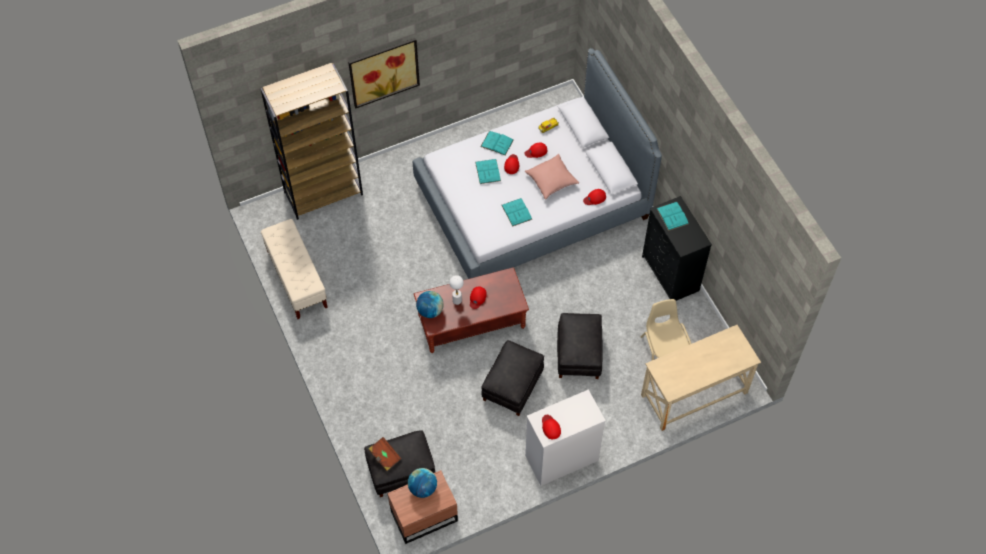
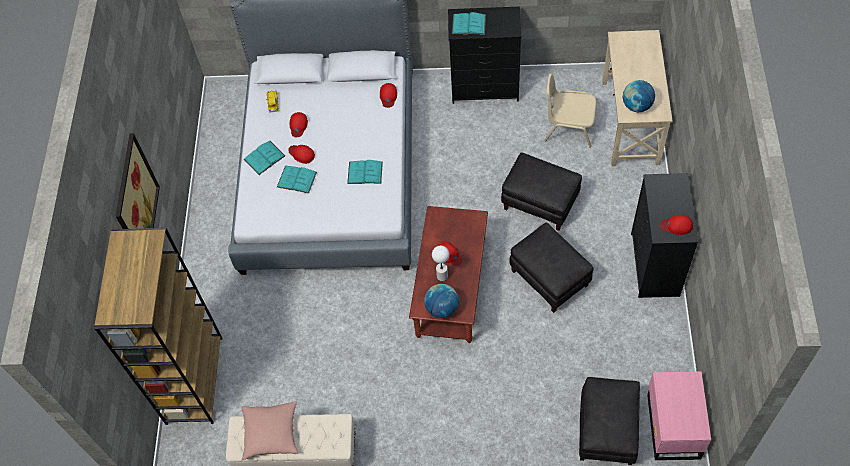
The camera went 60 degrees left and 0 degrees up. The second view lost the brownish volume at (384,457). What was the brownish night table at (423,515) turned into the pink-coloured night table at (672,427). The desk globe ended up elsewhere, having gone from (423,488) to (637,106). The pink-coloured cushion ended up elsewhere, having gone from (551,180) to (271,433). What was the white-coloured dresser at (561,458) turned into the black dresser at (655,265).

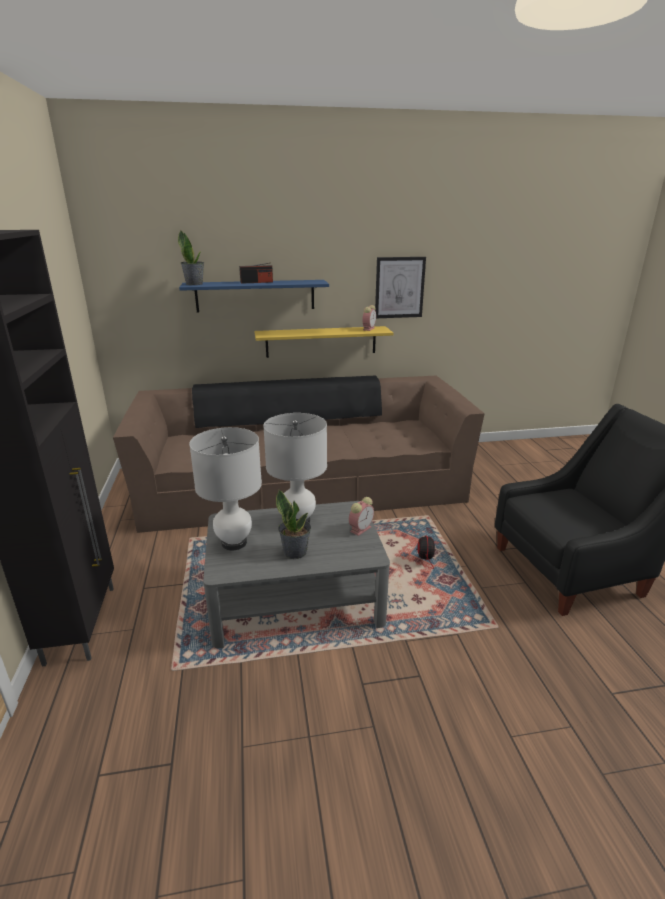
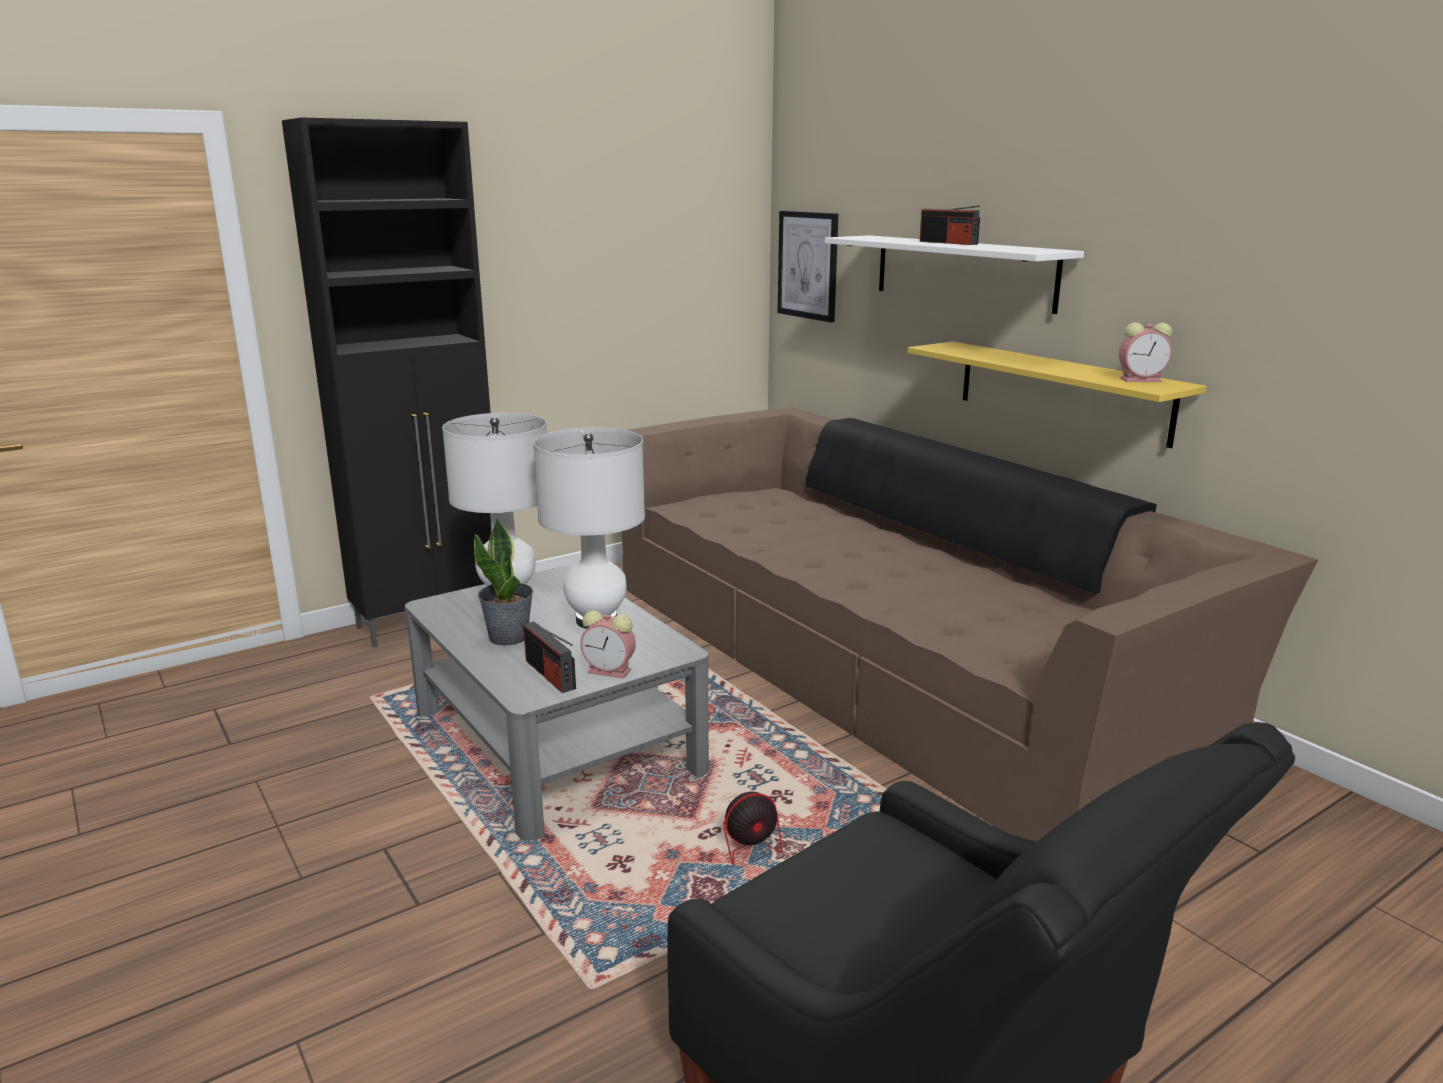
The camera went 65 degrees right and 5 degrees down. The second view lost the houseplant at (194,284). What was the blue-coloured shelf at (255,295) turned into the white-coloured shelf at (963,272). The picture ended up elsewhere, having gone from (399,287) to (808,265). The second view gained the radio receiver at (550,674).

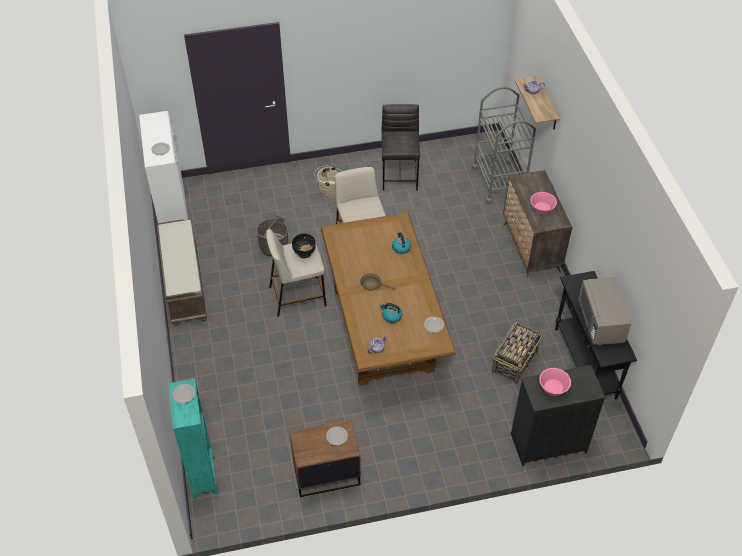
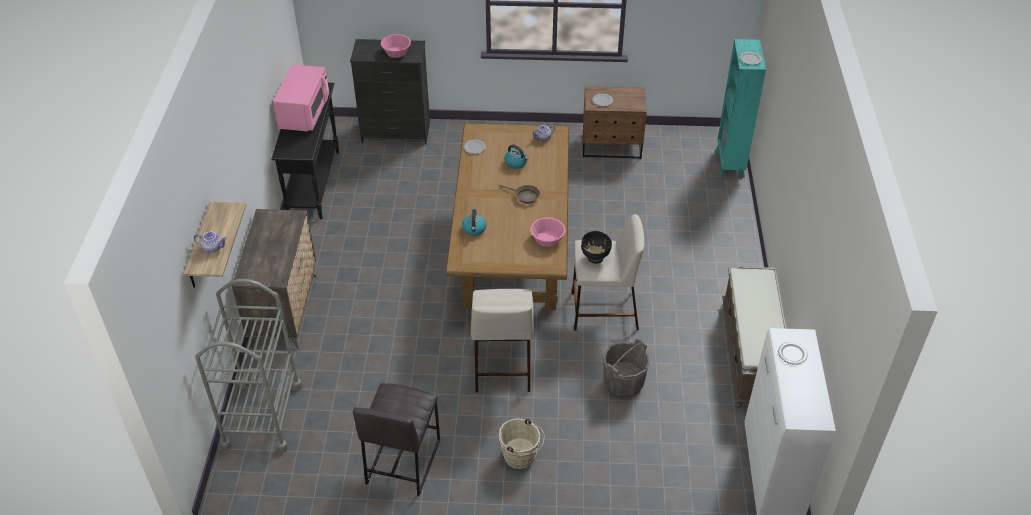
The camera went 165 degrees left and 5 degrees down. The second view lost the basket at (515,361). The pink-coloured deep dish ended up elsewhere, having gone from (542,208) to (547,238). What was the grey kitchen microwave at (600,322) turned into the pink-coloured kitchen microwave at (304,113).

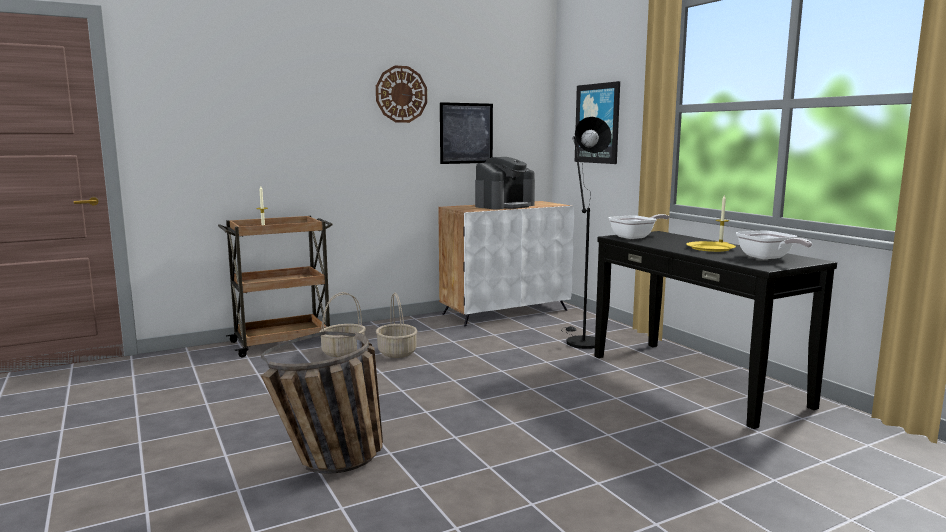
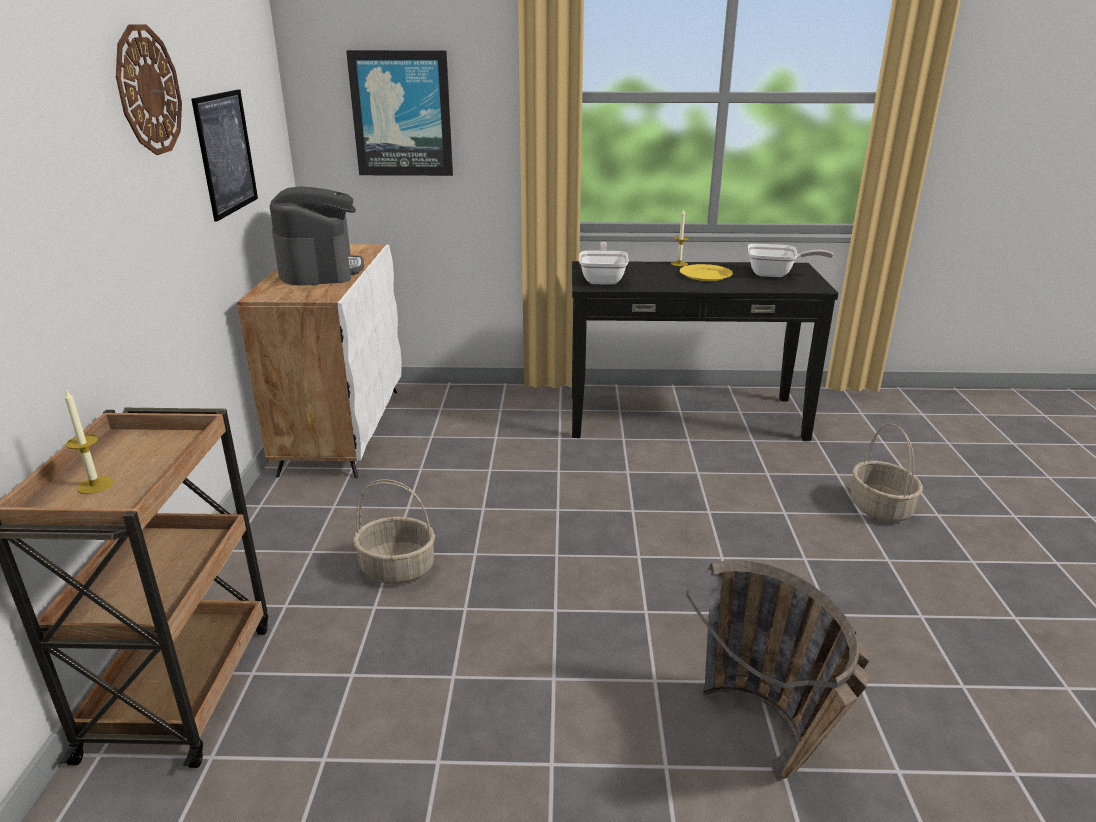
The camera went 60 degrees left and 15 degrees up. The basket ended up elsewhere, having gone from (343,352) to (879,508). The second view lost the black floor lamp at (580,341).

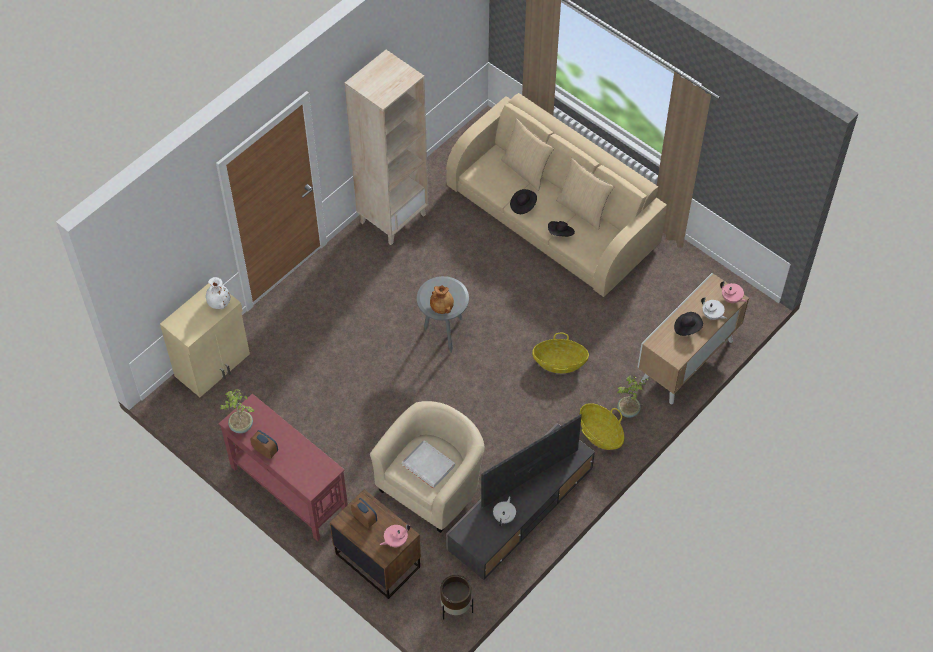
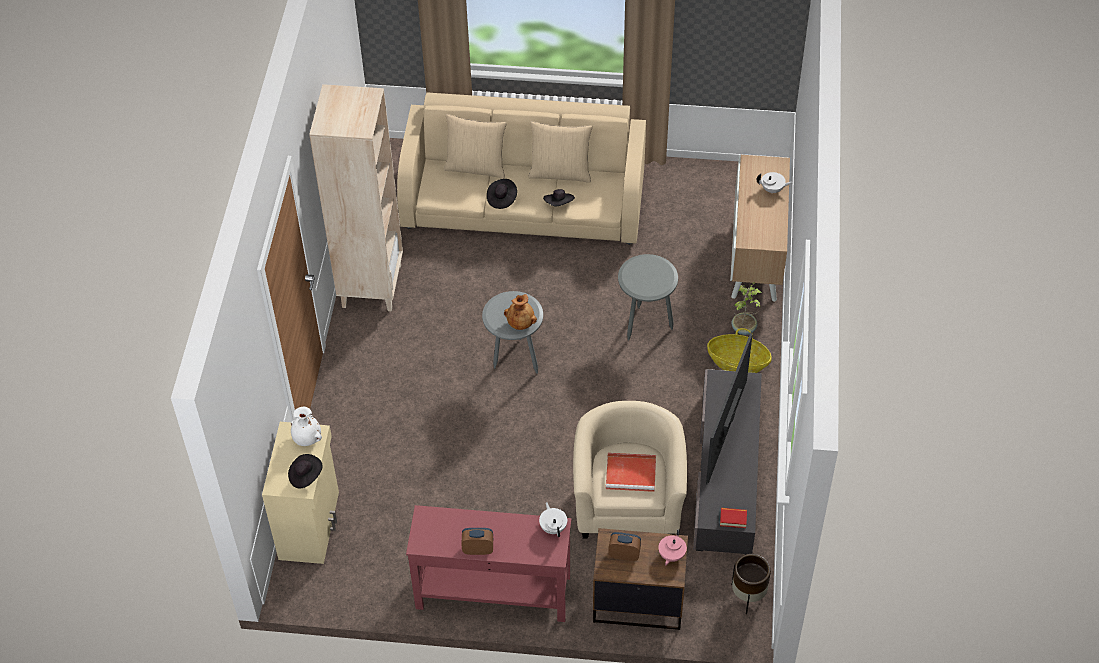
The camera went 35 degrees left and 5 degrees down. The second view lost the houseplant at (241,426). What was the white-coloured carrying tray at (429,465) turned into the reddish carrying tray at (632,473). The white-coloured teapot ended up elsewhere, having gone from (504,516) to (553,527). Where the basket stood at (559,362), the grey side table came to stand at (645,324). The black wearable hat ended up elsewhere, having gone from (687,328) to (305,476). The second view lost the pink-coloured teapot at (731,299). The second view gained the volume at (733,519).

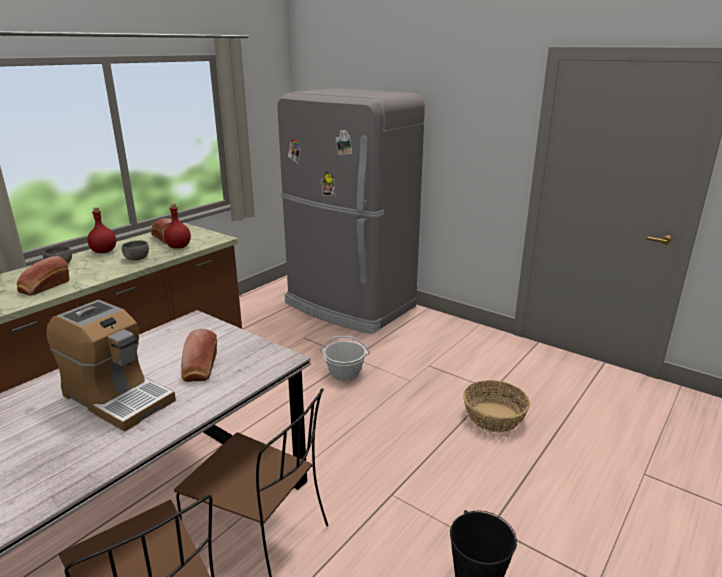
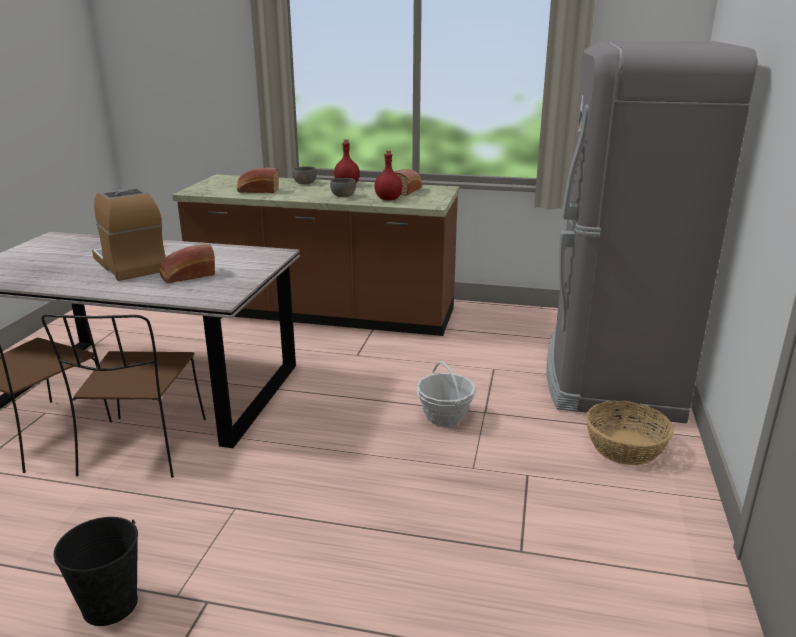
The camera went 65 degrees right and 0 degrees up. The coffee brewer at (117,397) ended up facing another way, 135 degrees clockwise from before. The basket ended up elsewhere, having gone from (493,417) to (624,447).

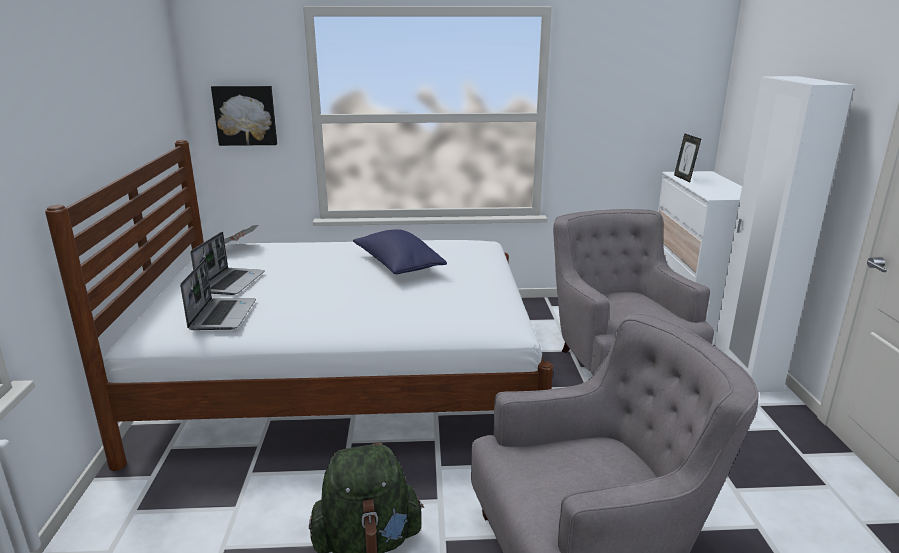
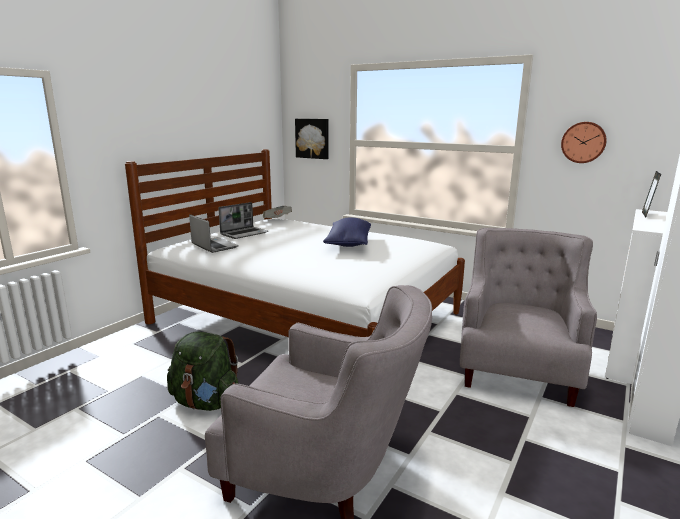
The camera went 35 degrees right and 5 degrees down. The portable computer at (222,315) ended up facing another way, 75 degrees counterclockwise from before. The second view gained the hanging clock at (583,142).

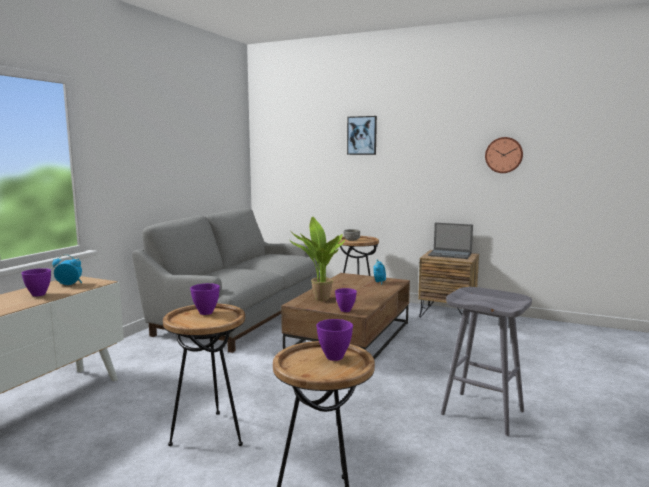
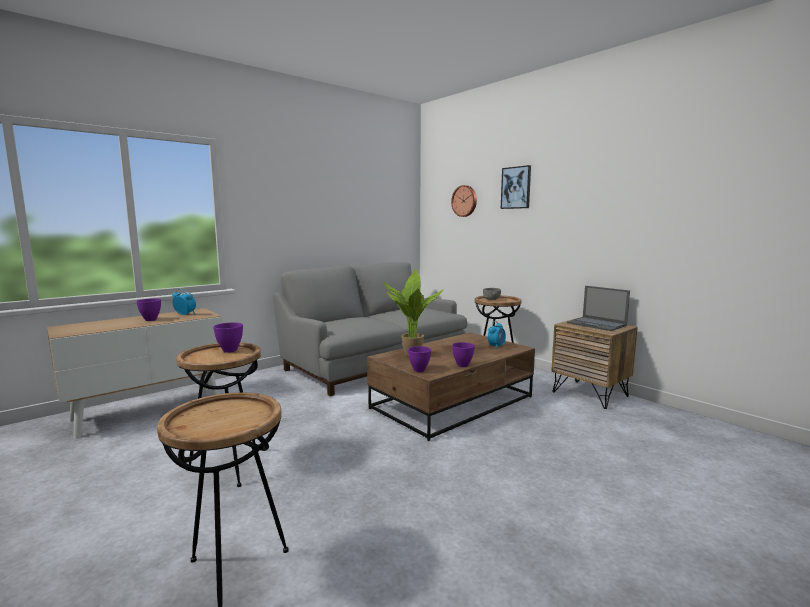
The camera went 25 degrees right and 0 degrees up. The purplish deep dish ended up elsewhere, having gone from (334,357) to (462,365). The second view lost the grey sitting stool at (484,412). The hanging clock ended up elsewhere, having gone from (504,155) to (465,201).

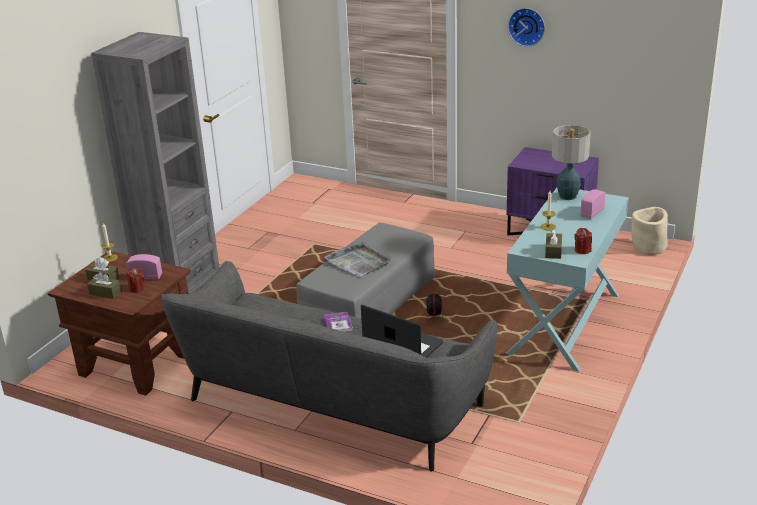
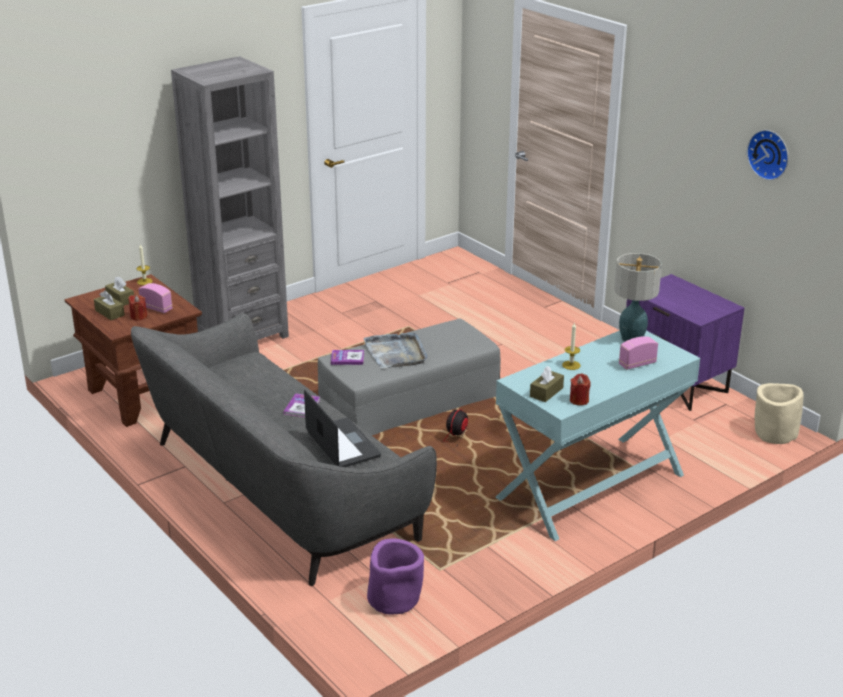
The camera went 25 degrees right and 0 degrees up. The hanging clock ended up elsewhere, having gone from (527,26) to (770,154). The second view gained the volume at (347,358). The second view gained the purplish plant pot at (394,600).

